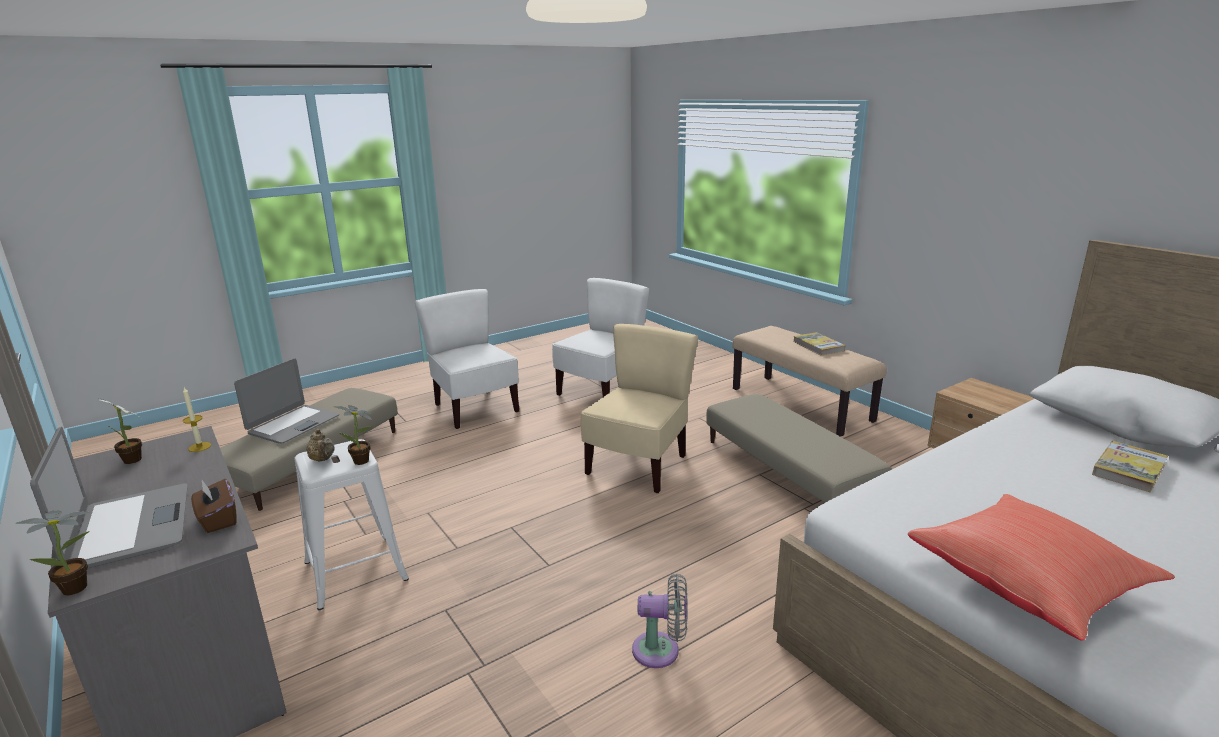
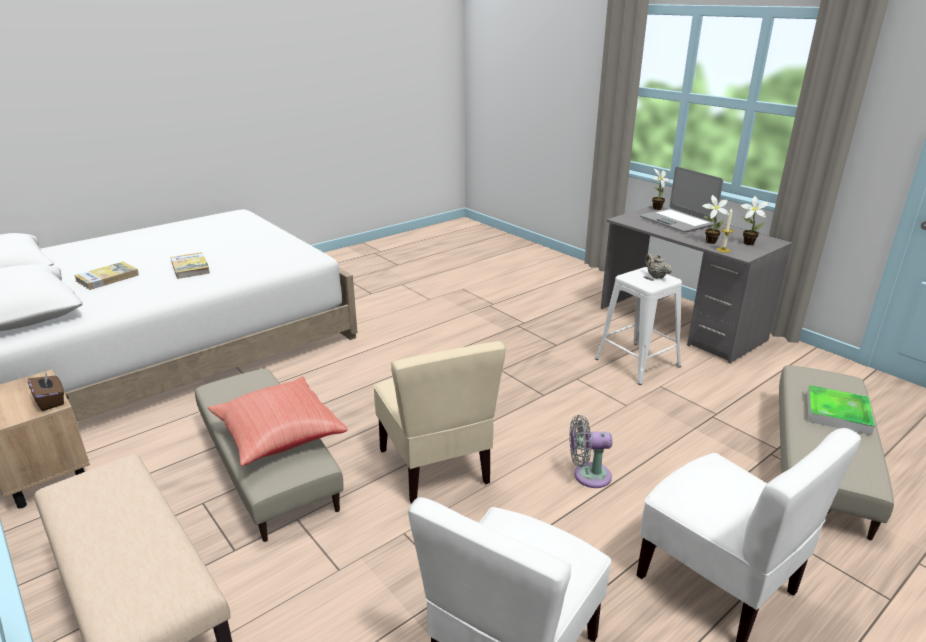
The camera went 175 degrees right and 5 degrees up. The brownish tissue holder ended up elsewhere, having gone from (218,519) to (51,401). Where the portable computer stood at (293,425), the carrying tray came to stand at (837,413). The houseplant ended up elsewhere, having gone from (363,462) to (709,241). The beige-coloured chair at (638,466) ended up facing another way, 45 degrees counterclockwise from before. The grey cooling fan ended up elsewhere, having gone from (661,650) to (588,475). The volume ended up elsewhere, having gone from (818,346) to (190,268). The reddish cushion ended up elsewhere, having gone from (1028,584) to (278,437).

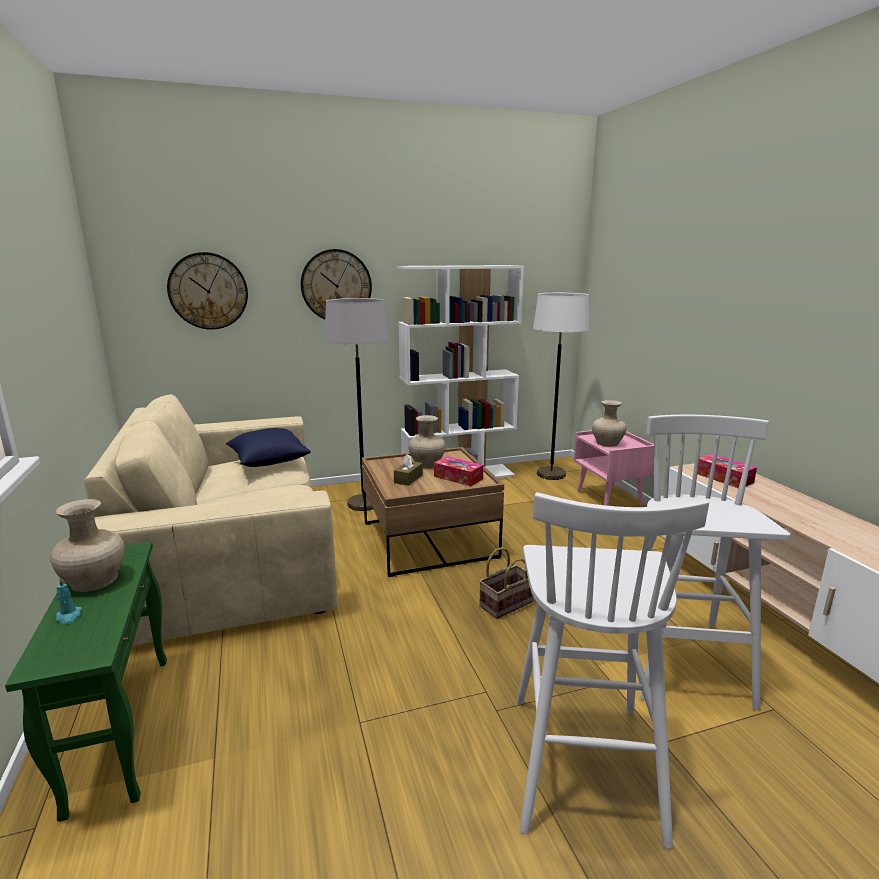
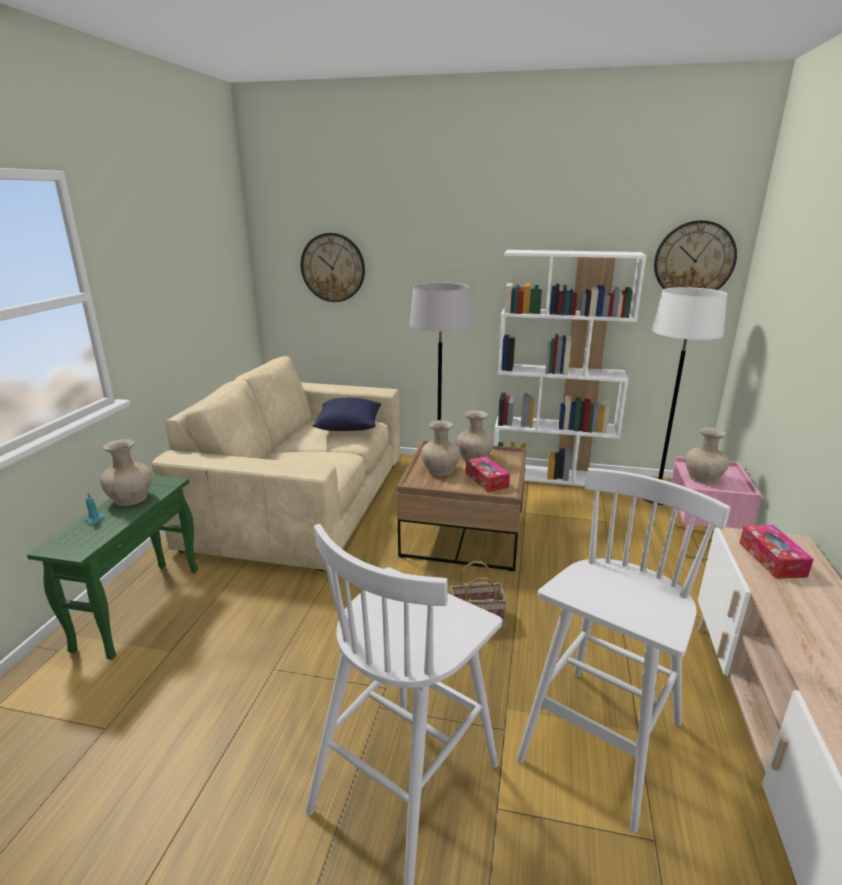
The camera went 30 degrees right and 5 degrees up. The hanging clock ended up elsewhere, having gone from (336,286) to (694,260). Where the brownish tissue holder stood at (408,479), the beige-coloured flower vase came to stand at (440,470).

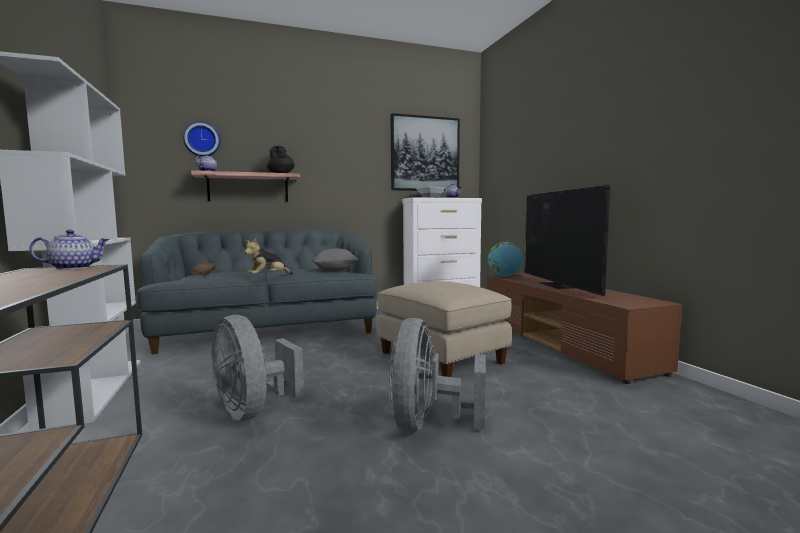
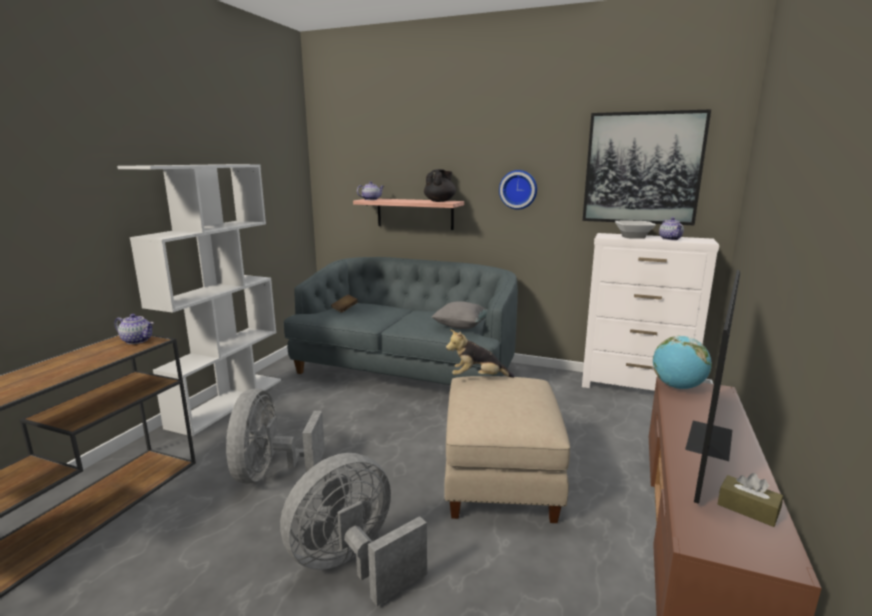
The camera went 40 degrees right and 10 degrees up. The hanging clock ended up elsewhere, having gone from (202,139) to (518,189). The soft toy ended up elsewhere, having gone from (268,277) to (477,378). The second view gained the brownish tissue holder at (747,509).

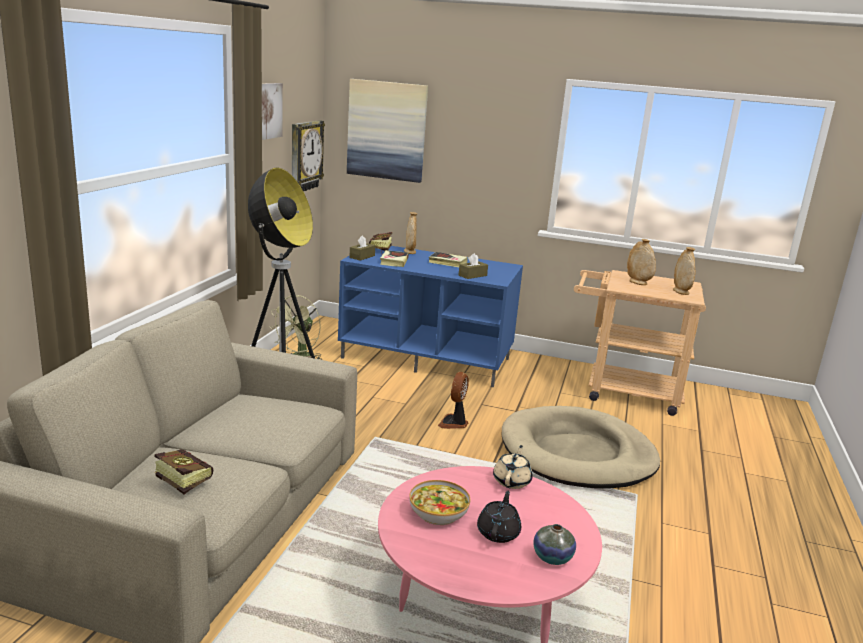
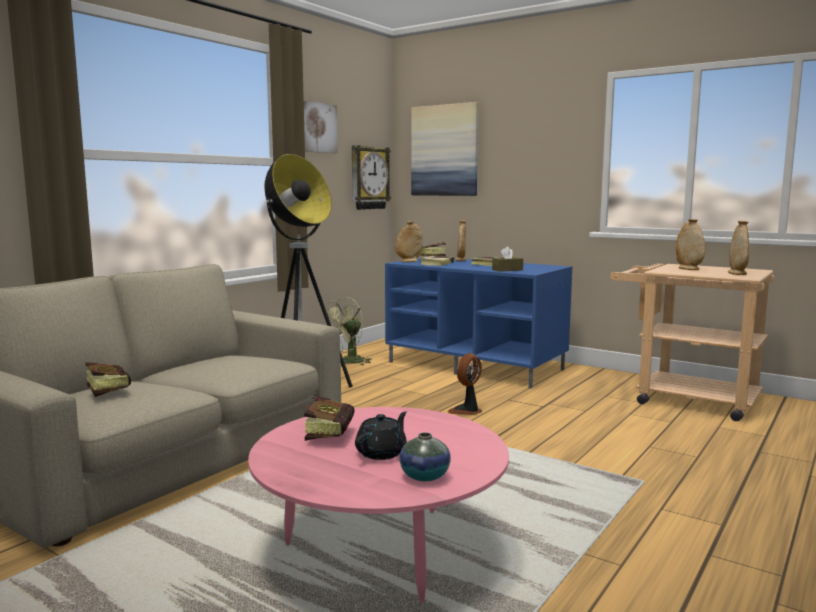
The camera went 20 degrees right and 10 degrees down. Where the brownish tissue holder stood at (362,256), the beige-coloured flower vase came to stand at (409,261). Where the deep dish stood at (438,513), the volume came to stand at (331,434). The second view lost the beige-coloured teapot at (512,481). The second view lost the beige-coloured pet bed at (577,453).

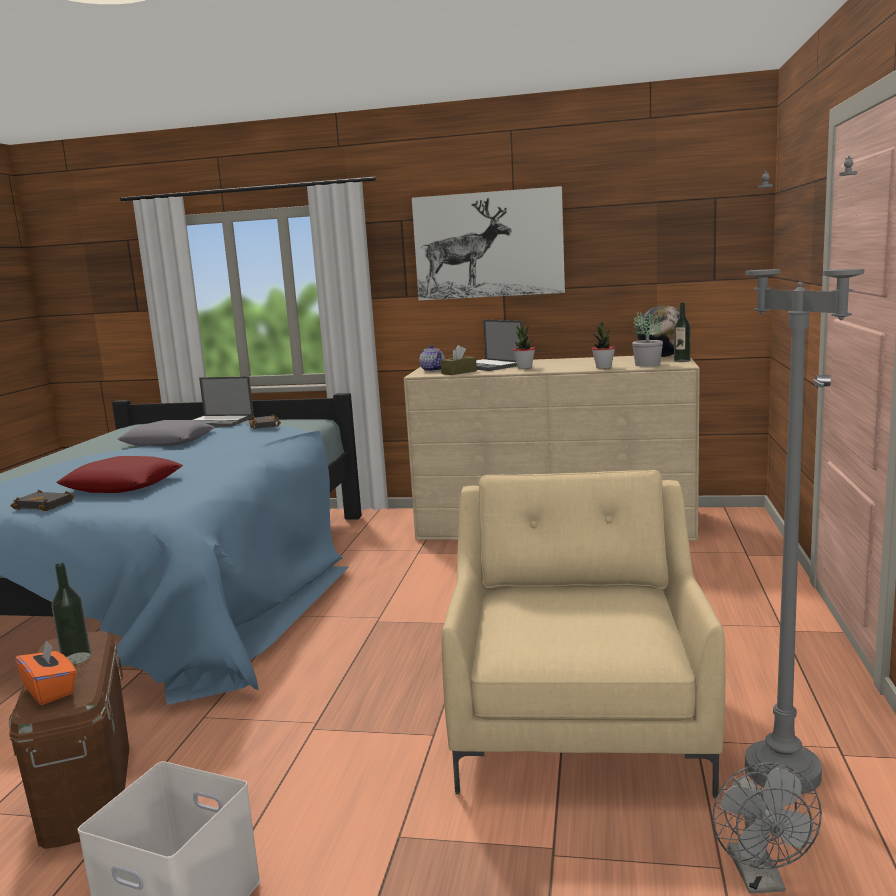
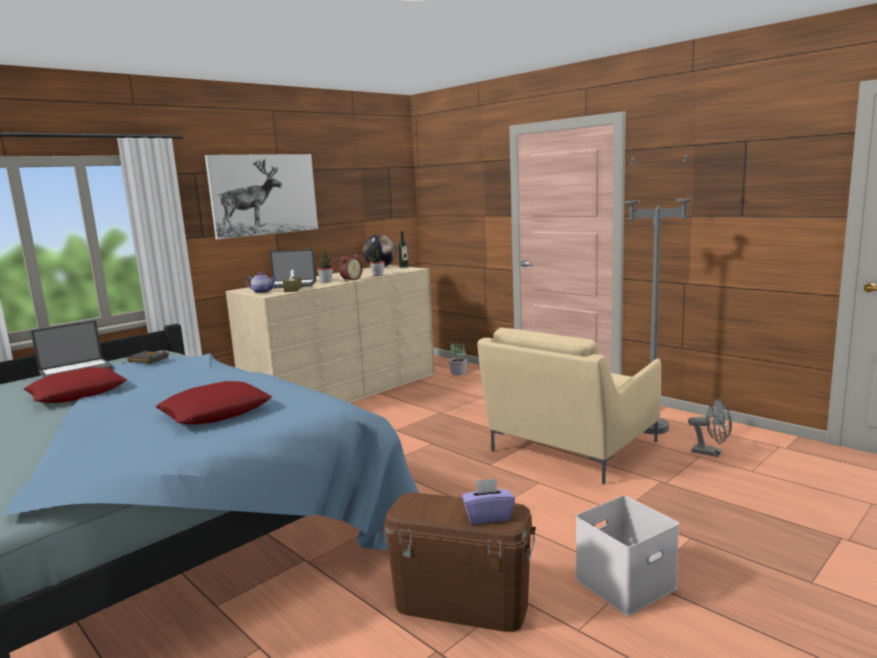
The camera went 55 degrees left and 0 degrees up. The second view lost the black volume at (46,505). What was the orangey tissue holder at (50,691) turned into the purplish tissue holder at (488,516). The second view lost the drink bottle at (76,658). What was the grey cushion at (168,442) turned into the reddish cushion at (78,393). The beige-coloured lounge chair at (579,721) ended up facing another way, 90 degrees counterclockwise from before. The houseplant ended up elsewhere, having gone from (647,364) to (458,373). The second view gained the table clock at (350,279).

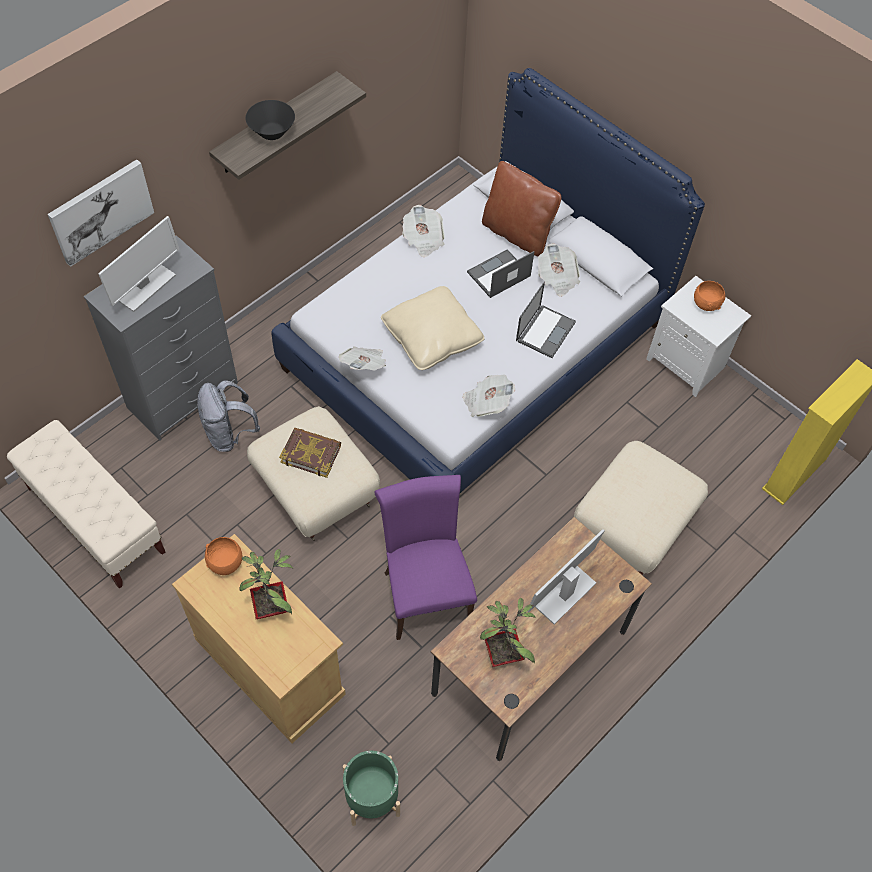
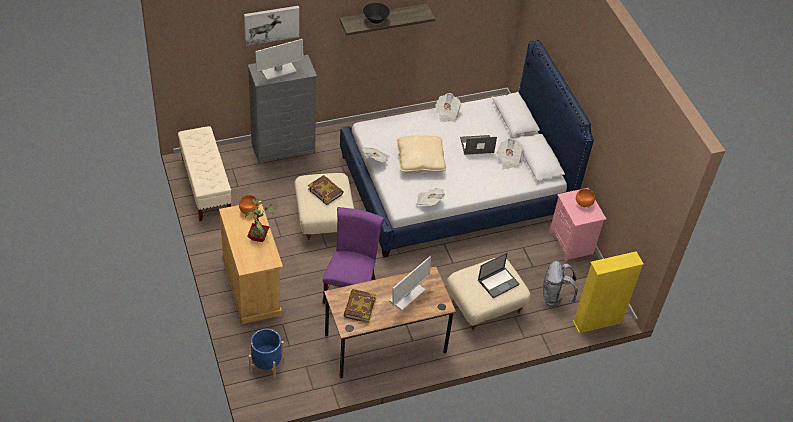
The camera went 25 degrees right and 10 degrees down. The grey rucksack ended up elsewhere, having gone from (229,434) to (555,297). What was the green plant pot at (372,796) turned into the blue-coloured plant pot at (266,364). Where the houseplant stood at (504,653), the volume came to stand at (359,307). The second view lost the brownish cushion at (517,233). The portable computer ended up elsewhere, having gone from (545,331) to (498,282). The monitor at (564,593) ended up facing another way, 150 degrees clockwise from before. What was the white-coloured night table at (687,364) turned into the pink-coloured night table at (572,243).

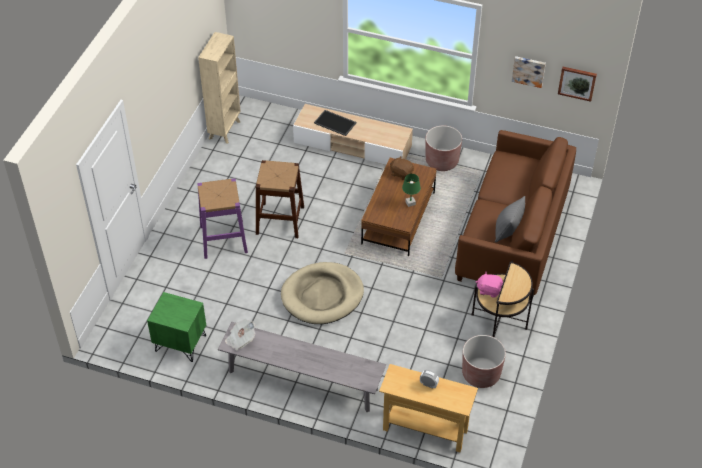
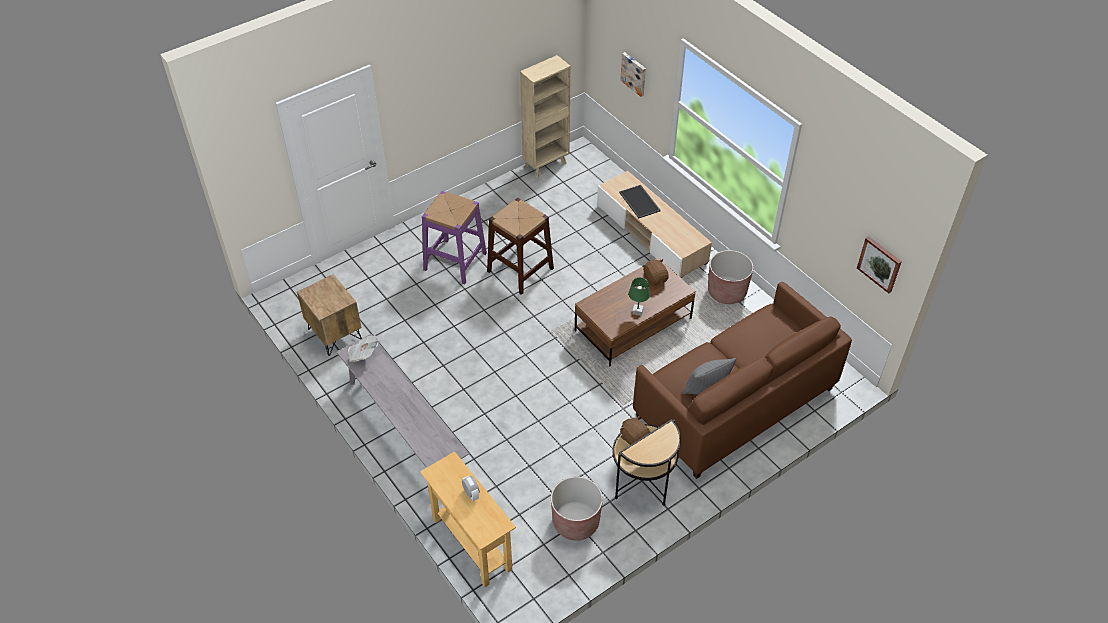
The camera went 35 degrees right and 0 degrees up. What was the green night table at (180,343) turned into the brownish night table at (334,334). The second view lost the beige-coloured pet bed at (322,295). What was the pink-coloured soft toy at (489,290) turned into the brownish soft toy at (634,438). The picture ended up elsewhere, having gone from (528,71) to (634,73).

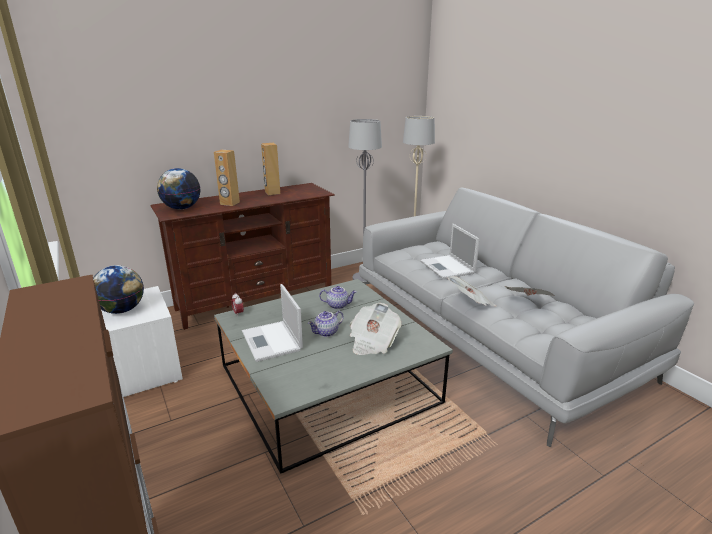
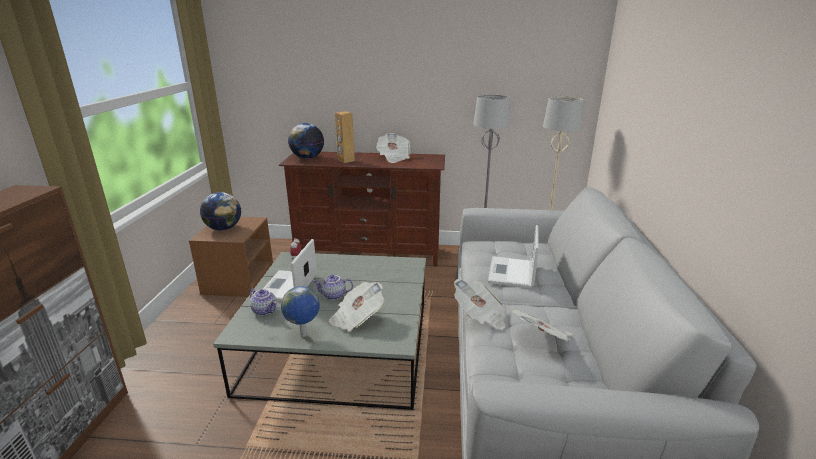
The camera went 35 degrees right and 0 degrees up. What was the white-coloured night table at (142,370) turned into the brownish night table at (238,280). Where the brownish speaker stood at (272,193), the daily paper came to stand at (393,157). The teapot ended up elsewhere, having gone from (338,305) to (265,310). The second view gained the desk globe at (304,335).

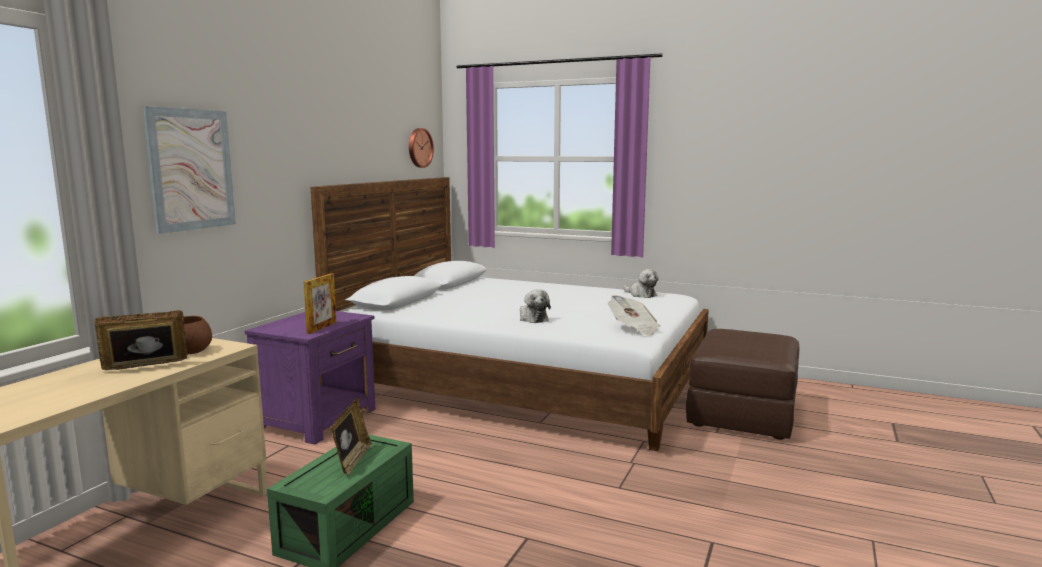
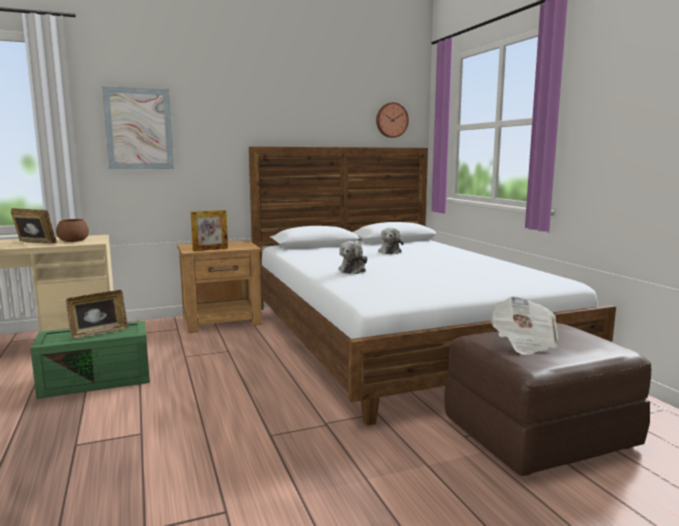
The camera went 45 degrees right and 0 degrees up. What was the purplish night table at (319,419) turned into the brownish night table at (222,320). The daily paper ended up elsewhere, having gone from (633,329) to (523,342). The soft toy ended up elsewhere, having gone from (641,295) to (390,251).

